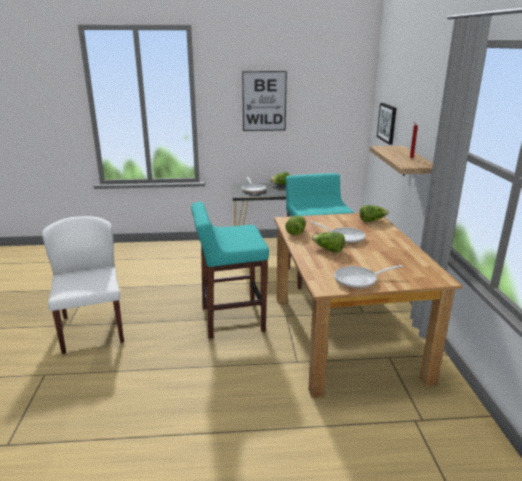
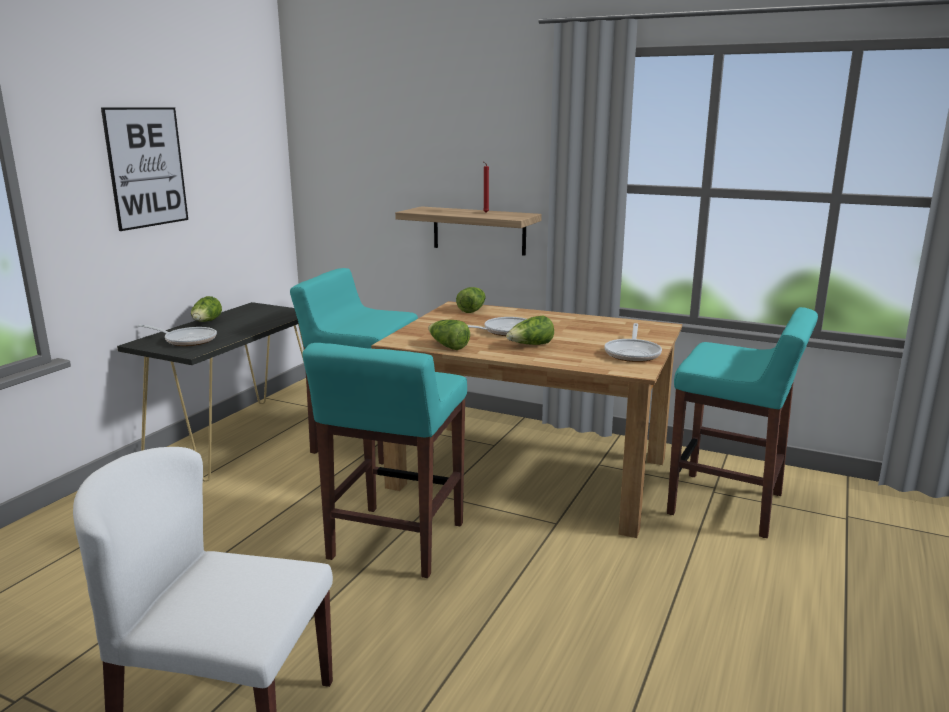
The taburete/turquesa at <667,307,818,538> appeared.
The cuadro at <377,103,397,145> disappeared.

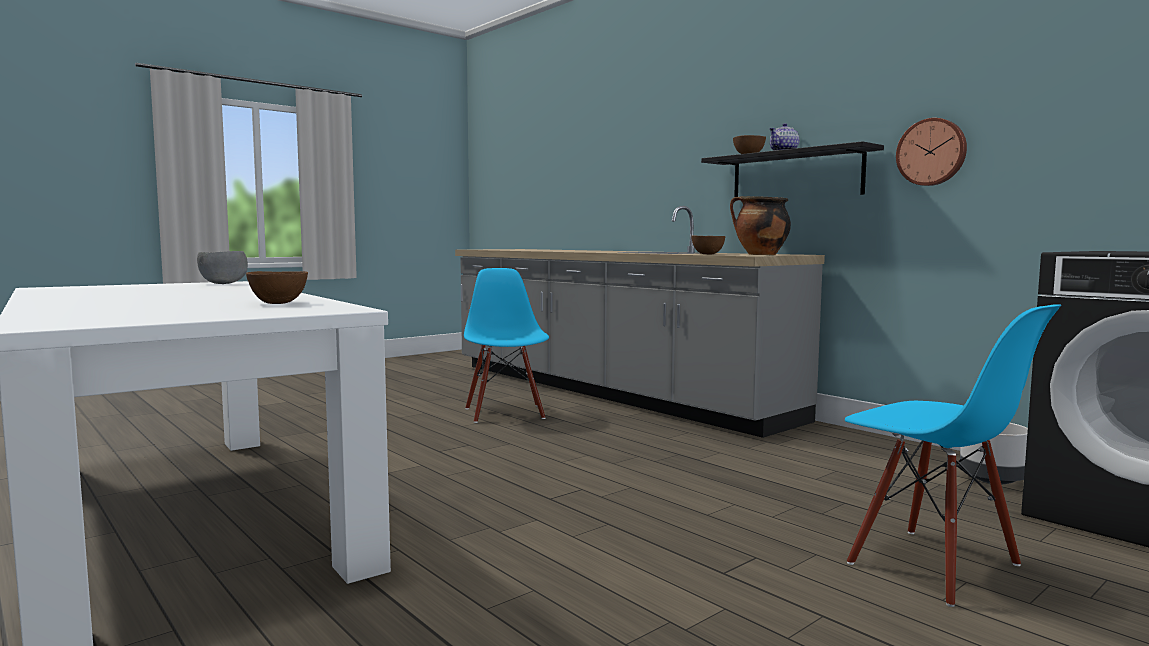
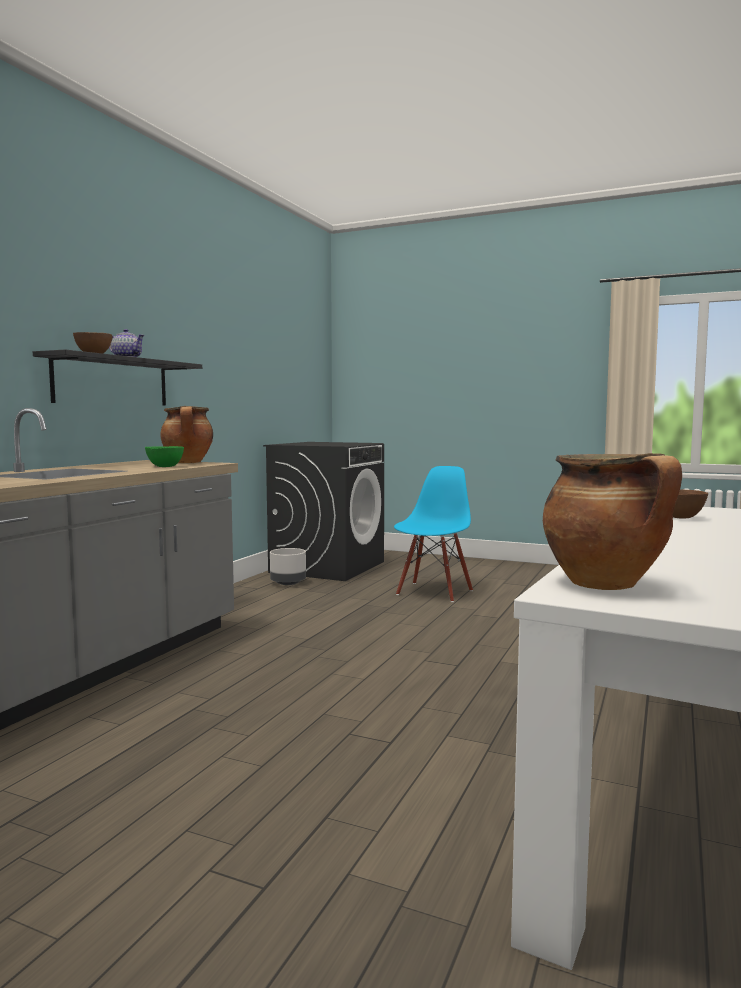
The cuenco/marrón at <691,236,725,254> became the cuenco/verde at <145,446,184,467>.
The cuenco/gris at <197,251,248,284> was replaced by the olla at <543,453,682,590>.
The silla/azul at <464,268,549,423> disappeared.
The reloj de pared at <896,118,967,186> disappeared.

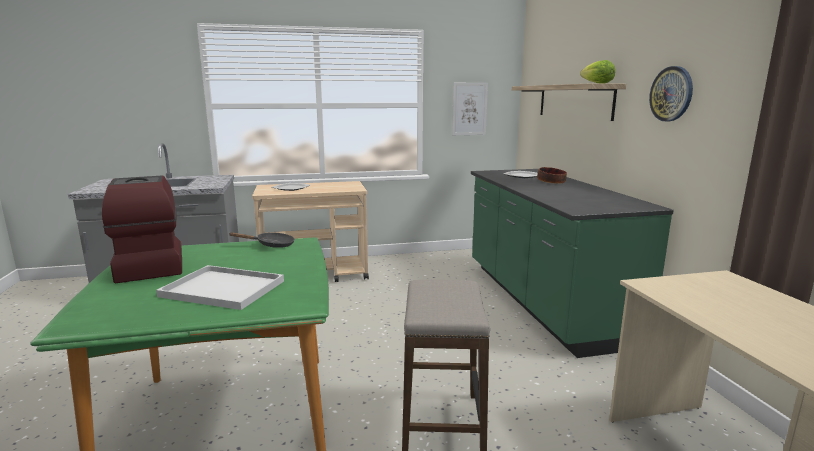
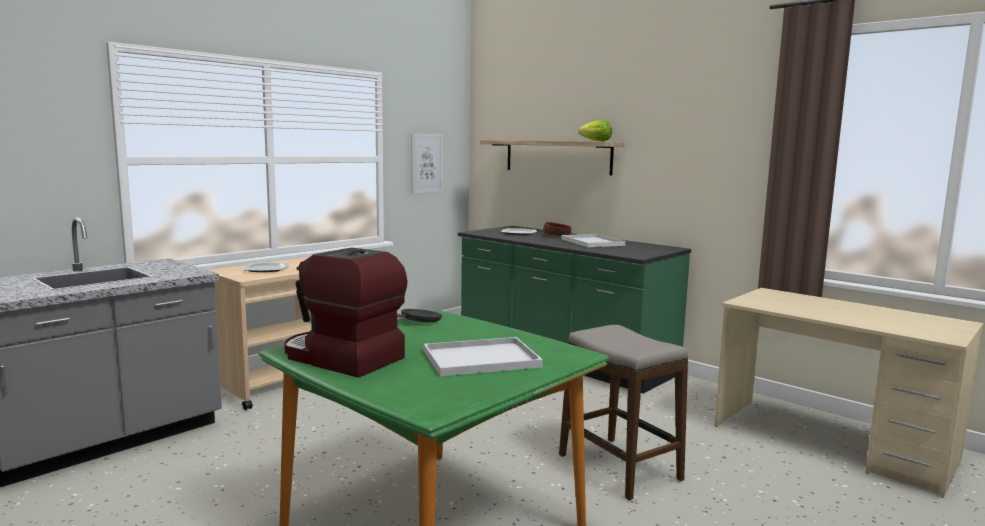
The bandeja/blanco at <561,234,625,247> appeared.
The reloj de pared at <649,66,693,121> disappeared.

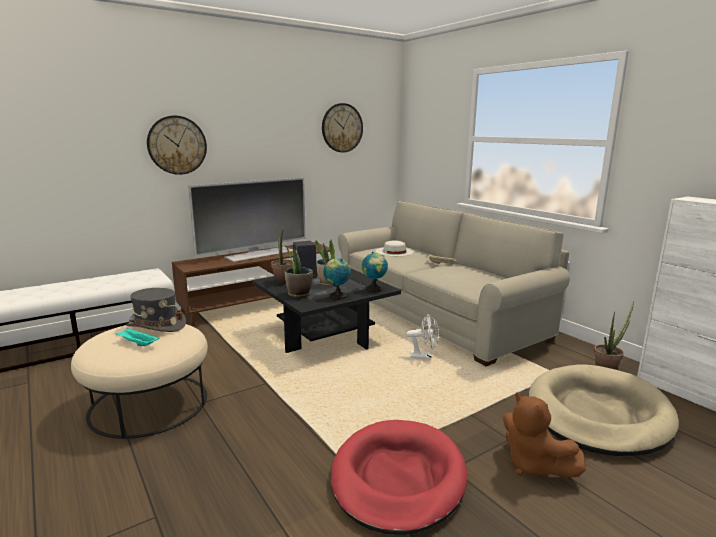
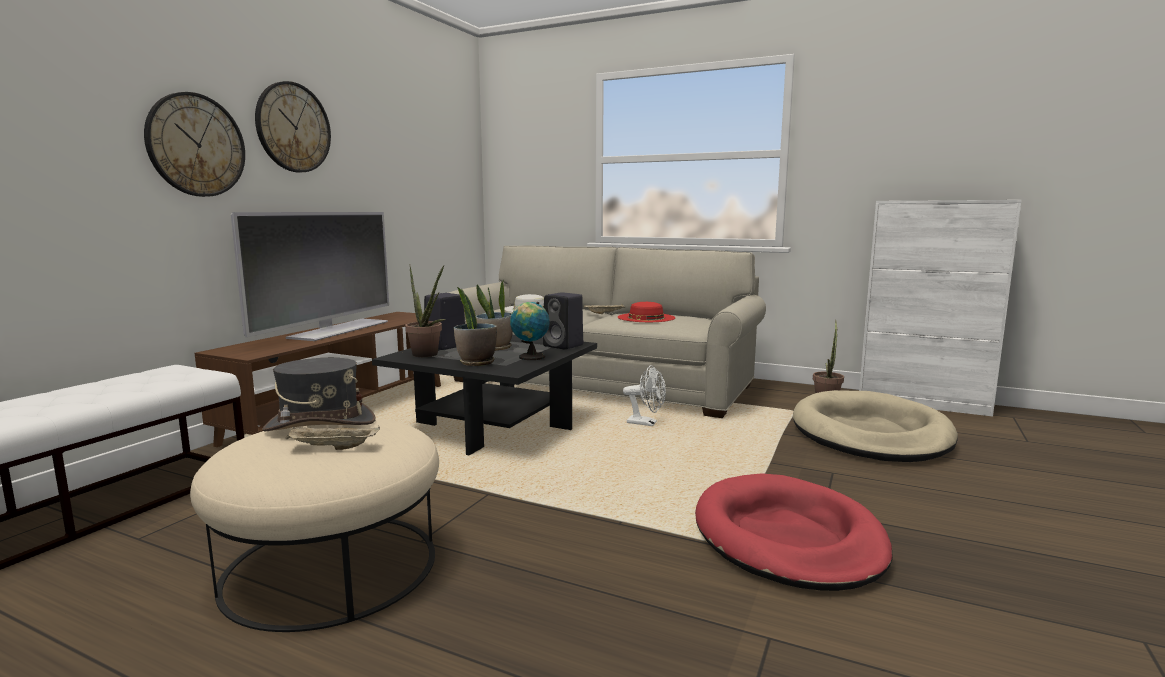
The reloj de pared moved from <322,103,363,152> to <255,81,331,172>.
The bandeja/turquesa at <116,328,160,346> became the bandeja/beis at <285,427,380,450>.
The globo terráqueo at <362,252,388,292> was replaced by the altavoz/negro at <543,292,583,350>.
The sombrero/rojo at <618,302,675,322> appeared.
The ventilador/blanco at <406,314,439,359> turned 45 degrees clockwise.
The peluche/marrón at <503,392,586,478> disappeared.

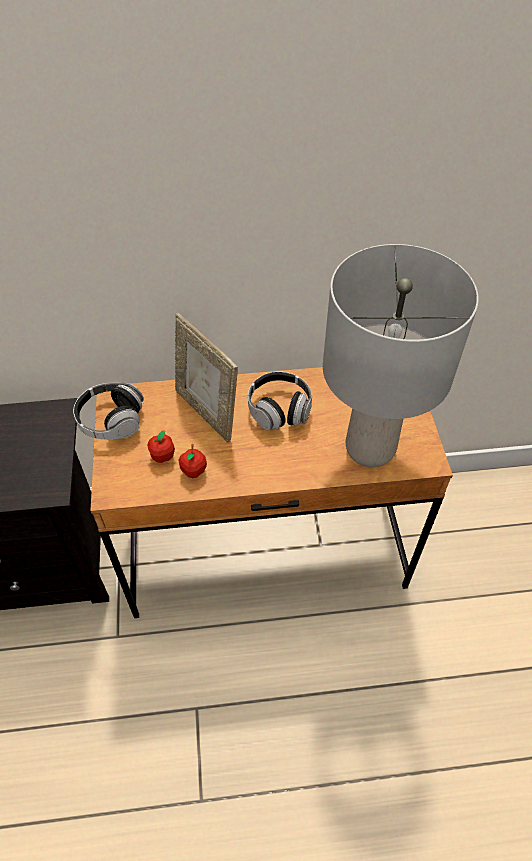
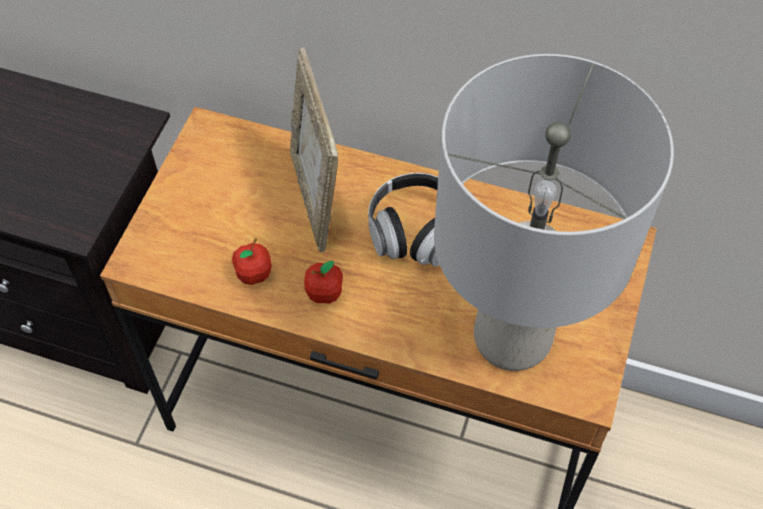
The manzana moved from <147,431,175,463> to <304,261,343,304>.
The auriculares at <73,382,144,440> disappeared.

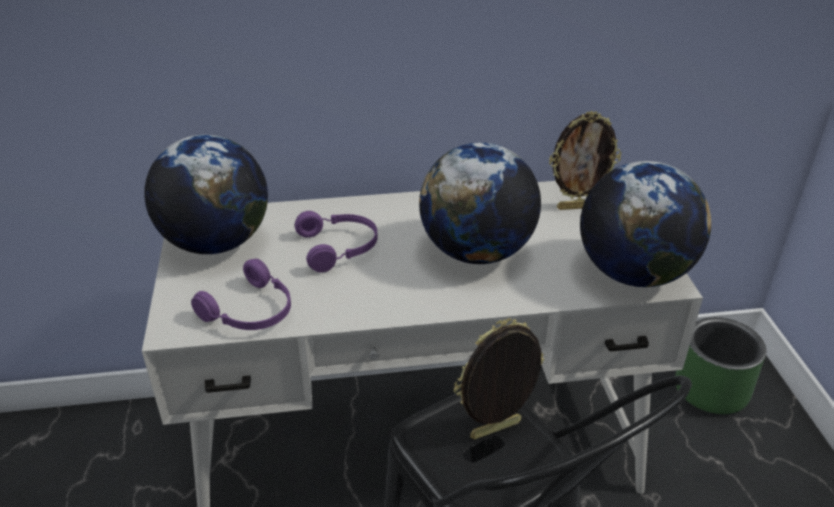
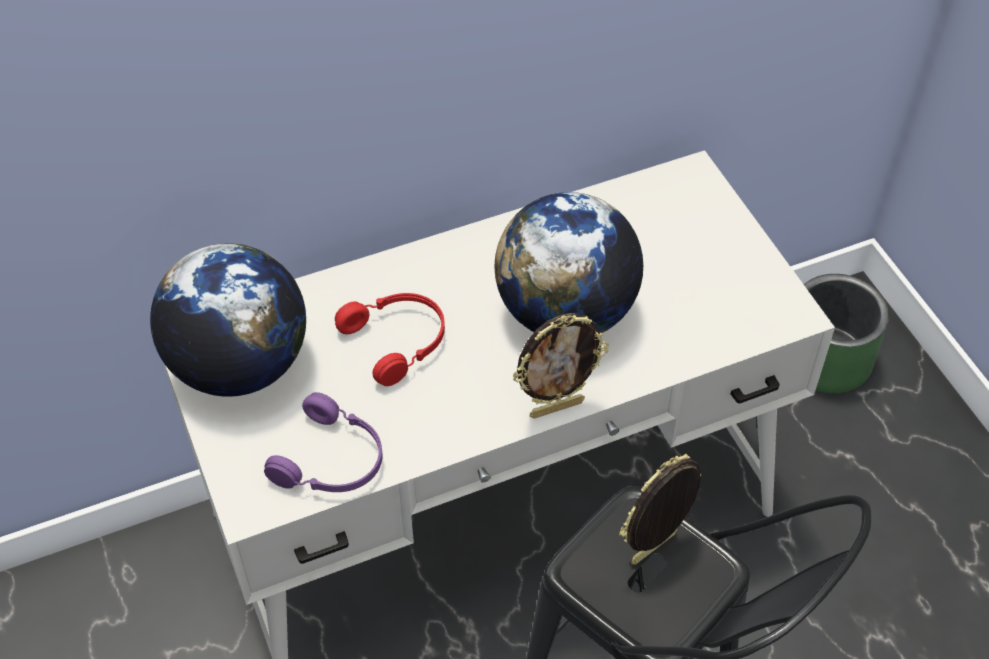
The auriculares/morado at <295,211,378,272> became the auriculares/rojo at <335,293,445,386>.
The portarretratos moved from <549,111,621,210> to <512,313,609,418>.
The globo terráqueo at <580,161,711,287> disappeared.

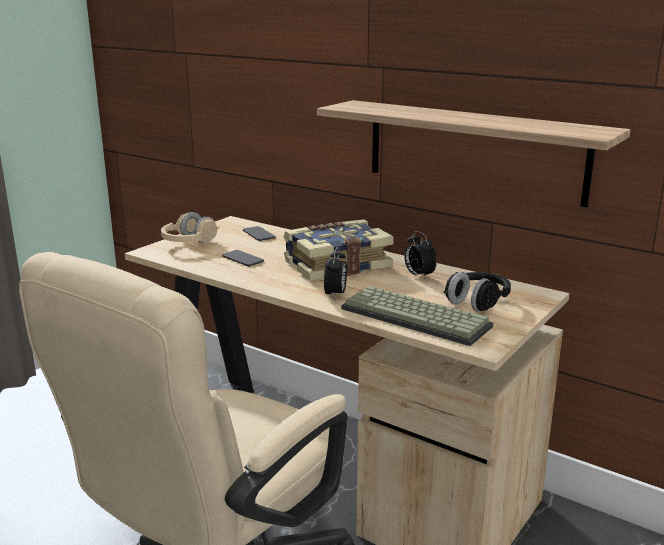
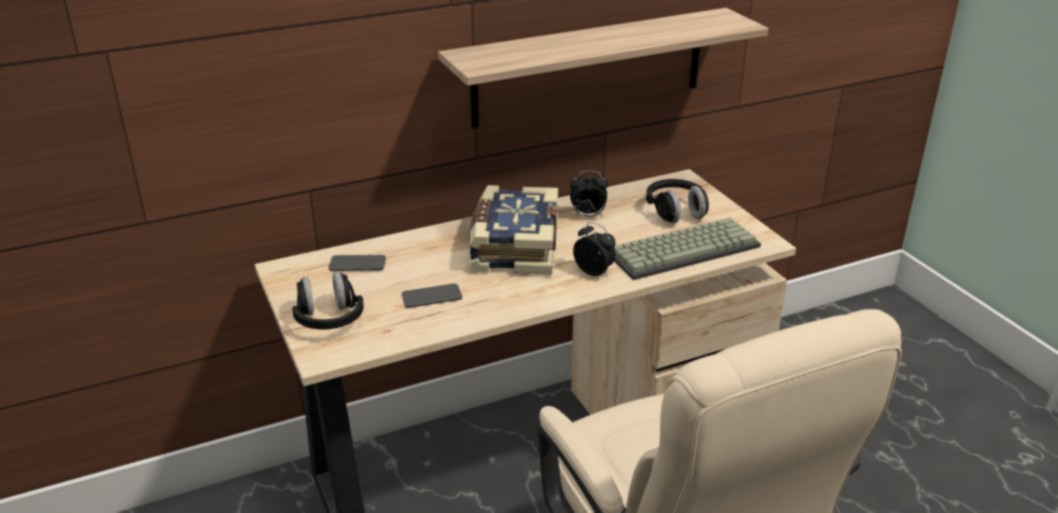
The auriculares/beis at <161,212,220,244> became the auriculares/negro at <292,272,364,330>.

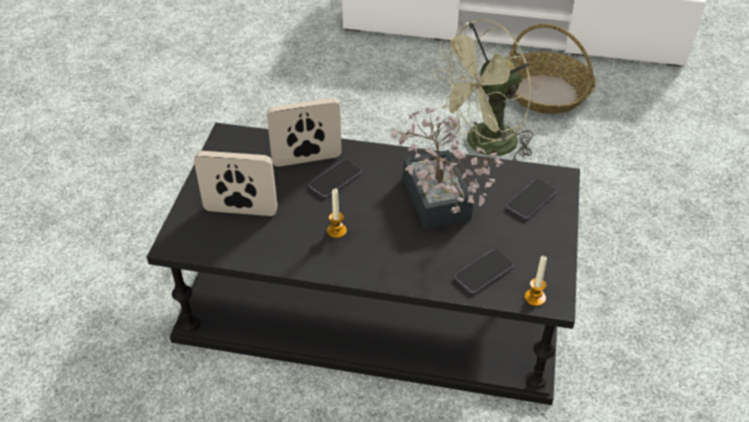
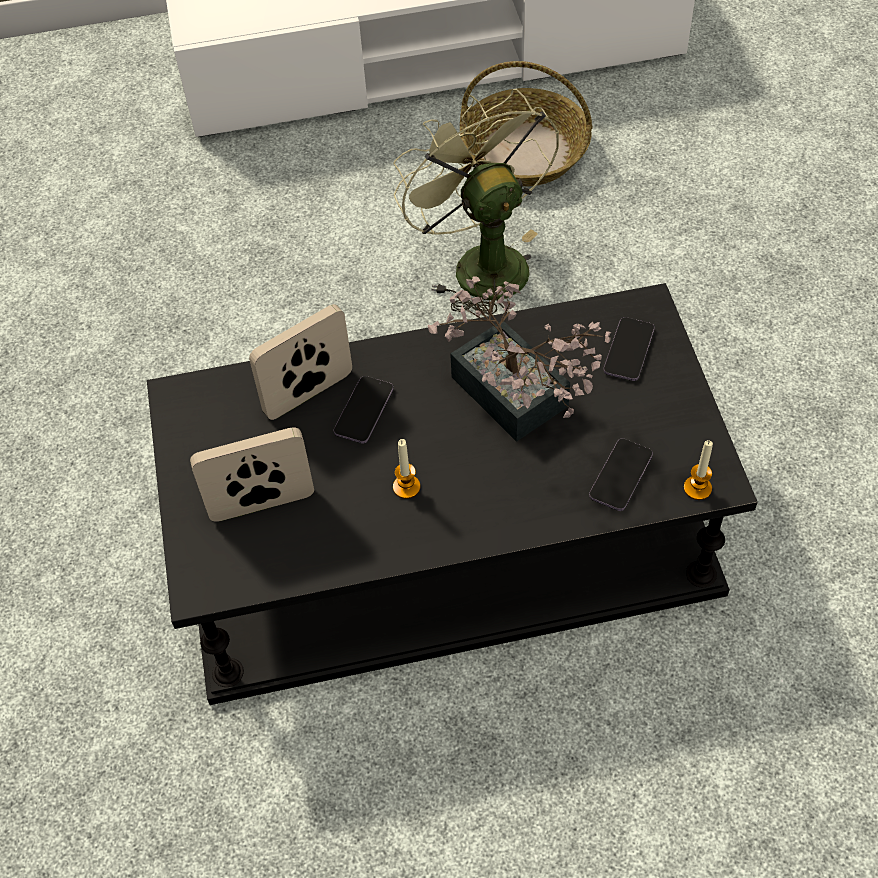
The ventilador/verde at <433,19,534,161> turned 120 degrees clockwise.

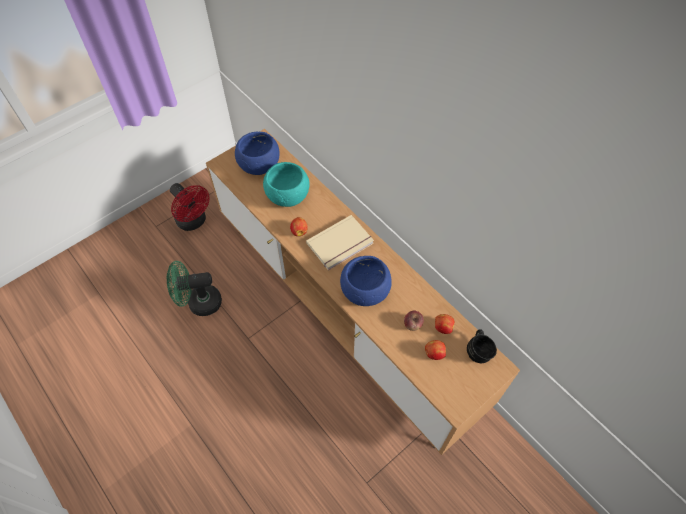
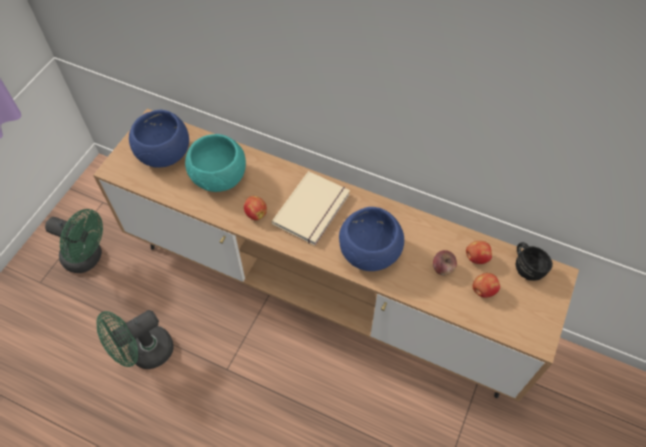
The ventilador/rojo at <170,183,209,231> became the ventilador/verde at <45,209,103,273>.

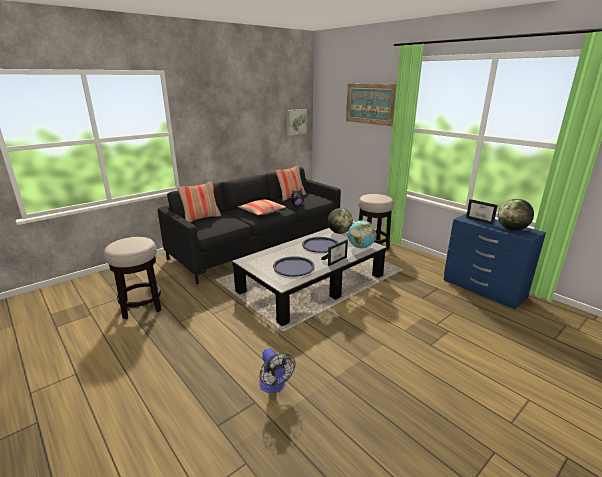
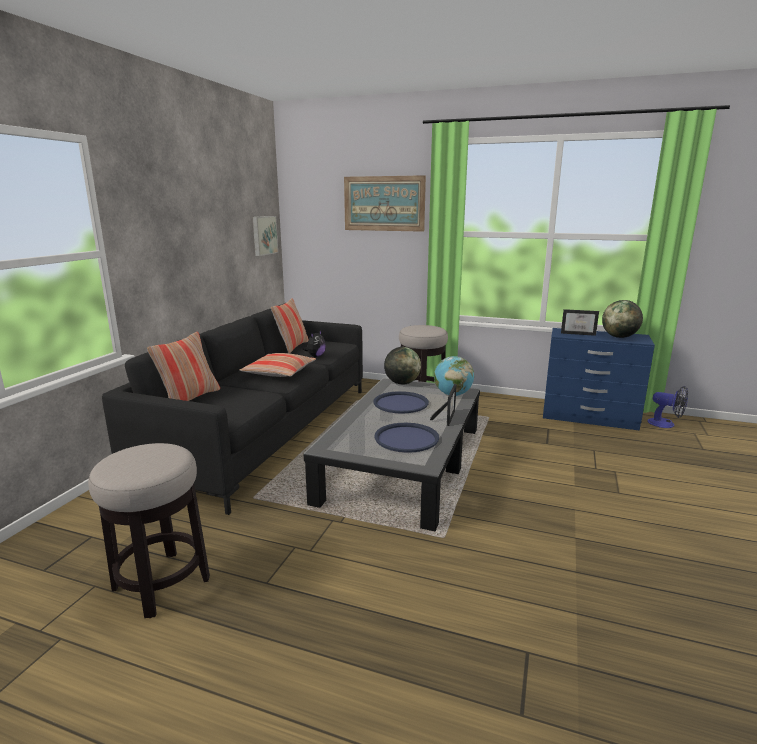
The ventilador moved from <259,348,295,393> to <647,386,688,428>.

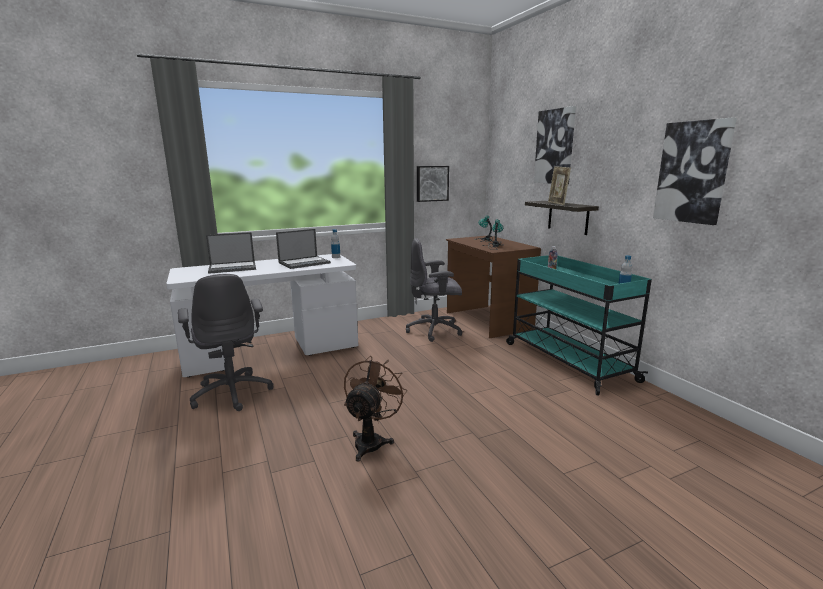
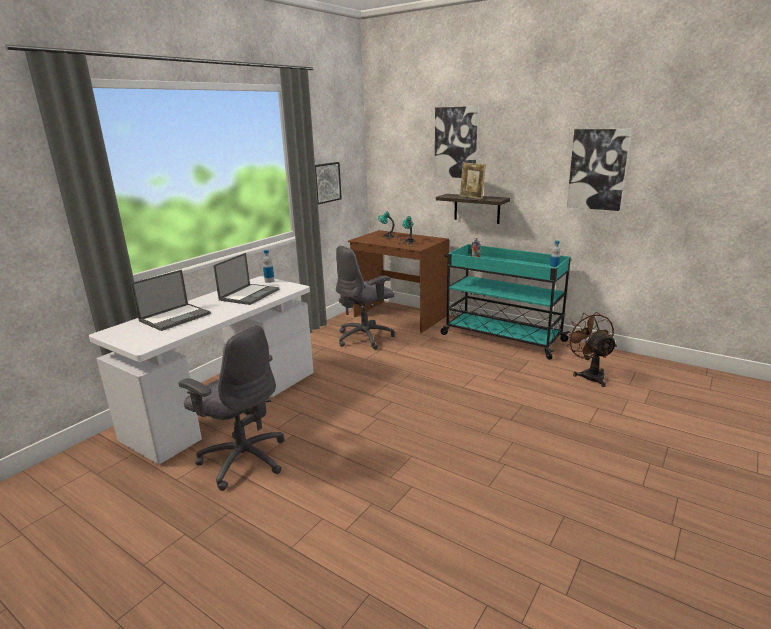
The ventilador/marrón moved from <344,356,407,462> to <565,312,617,387>.

